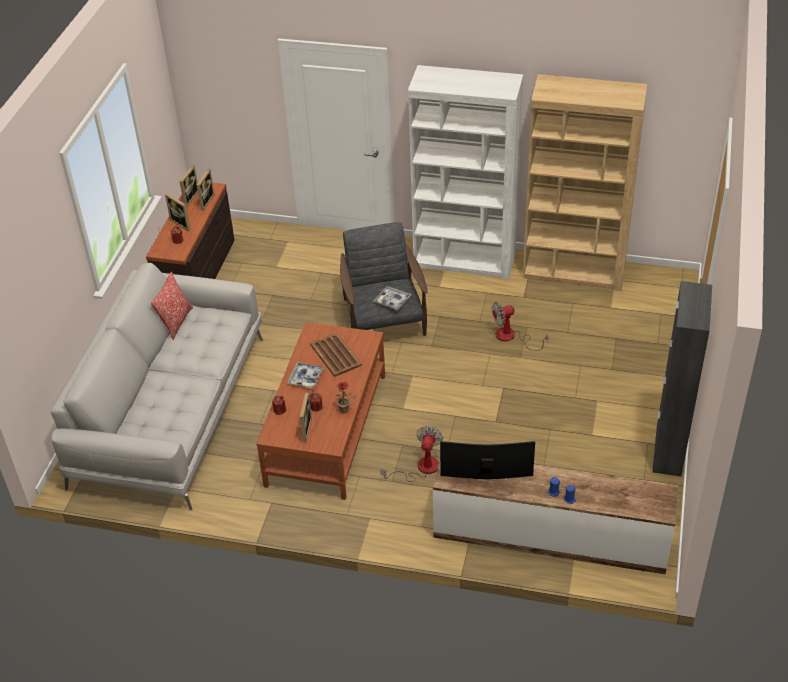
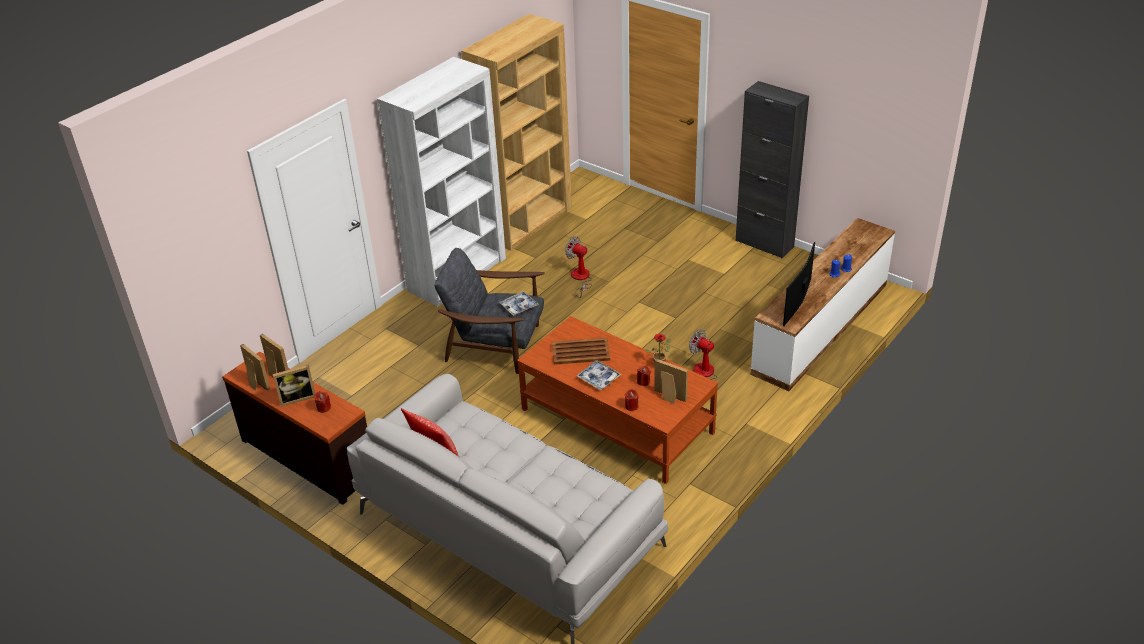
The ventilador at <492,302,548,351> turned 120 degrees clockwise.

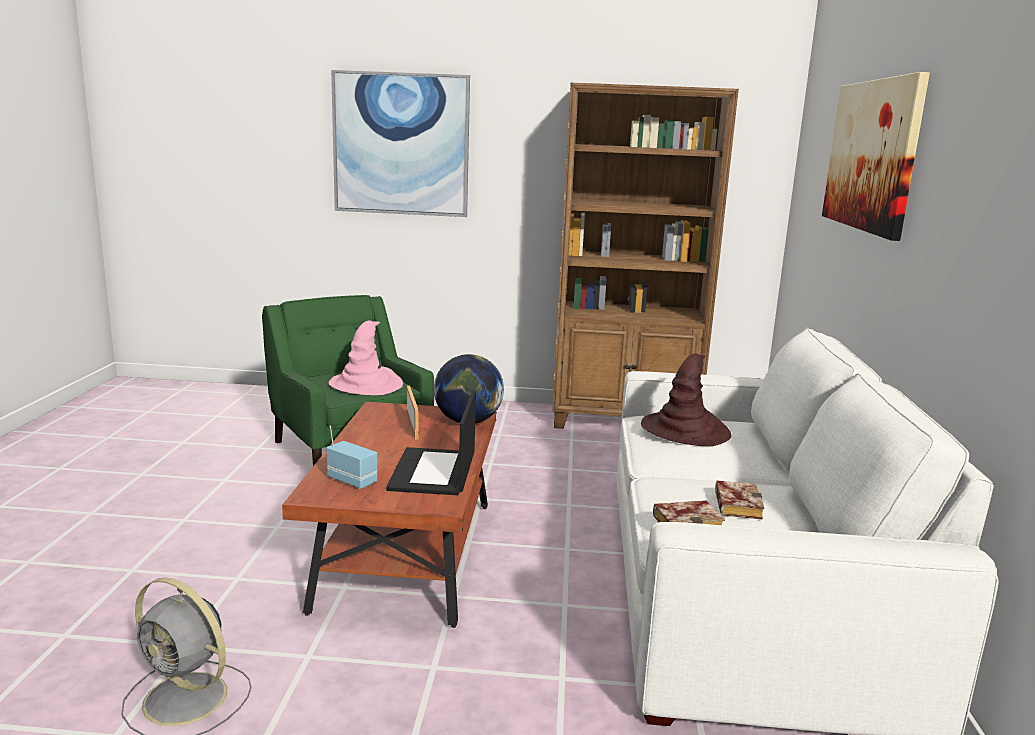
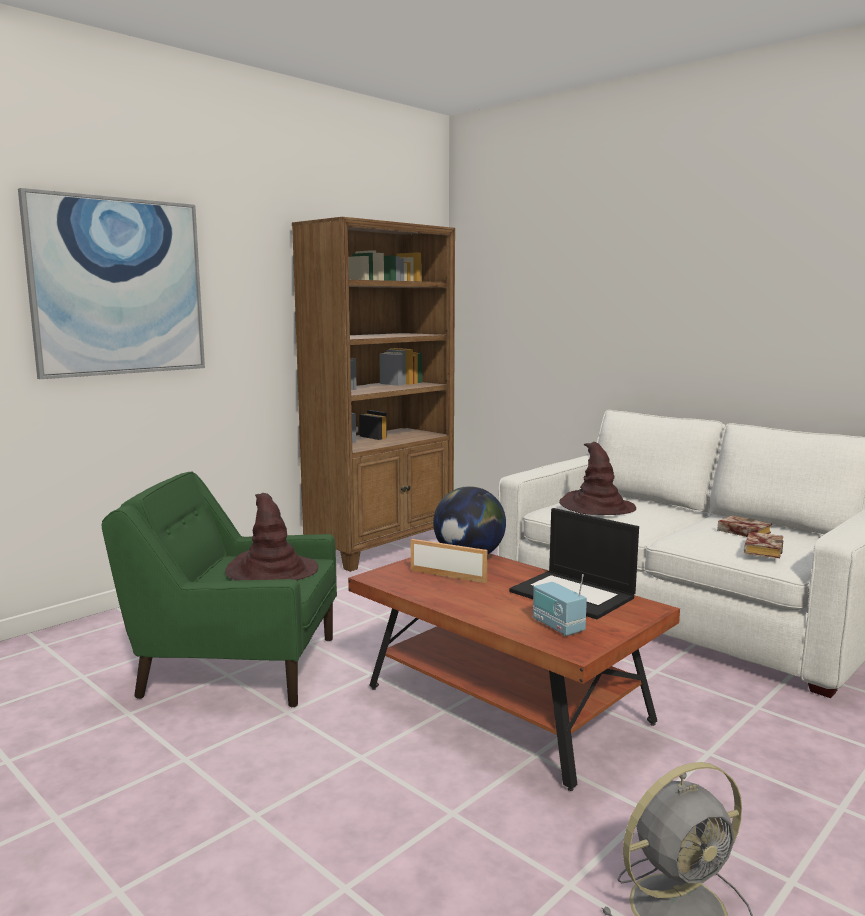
The sombrero/rosa at <329,320,403,395> became the sombrero/marrón at <225,493,318,581>.
The radio at <327,425,377,489> turned 105 degrees counterclockwise.
The cuadro at <822,72,930,241> disappeared.

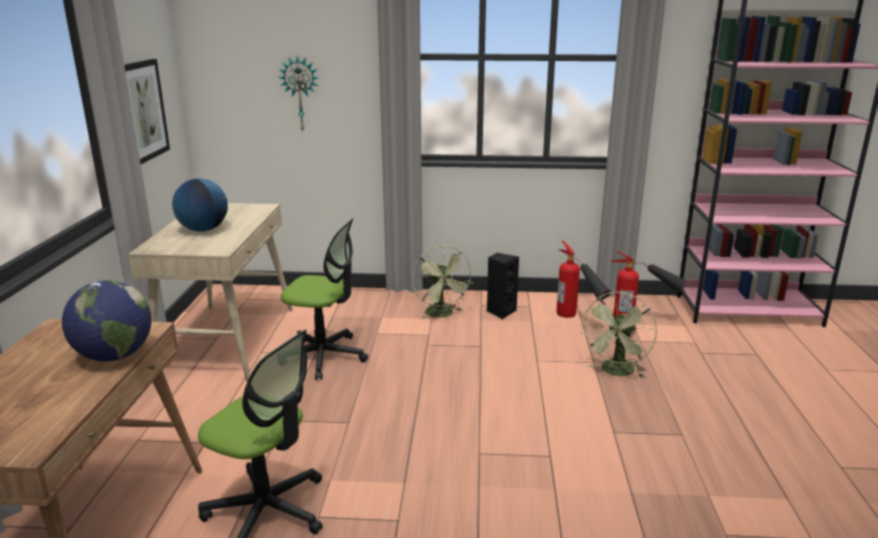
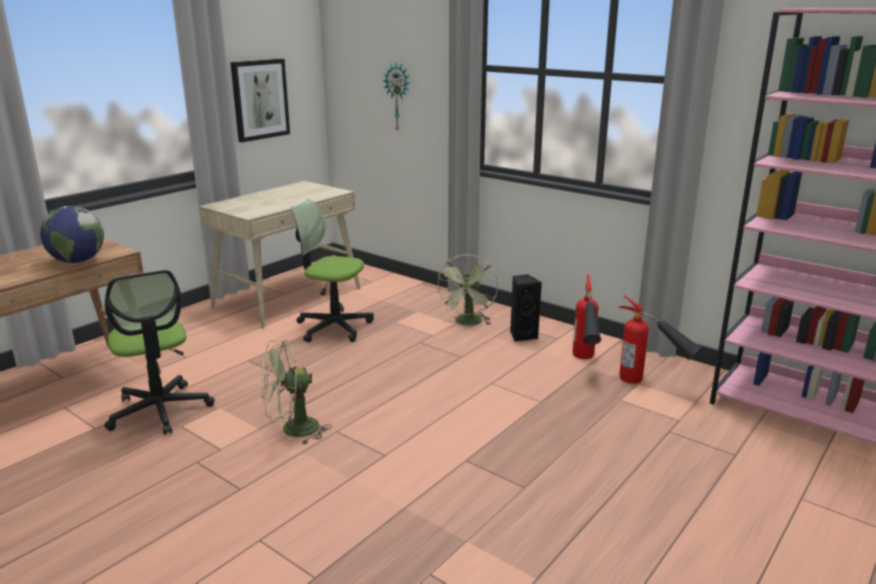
The ventilador/verde moved from <581,292,657,378> to <261,340,332,445>.
The silla de oficina at <281,218,368,380> turned 150 degrees clockwise.
The globo terráqueo at <172,178,228,232> disappeared.

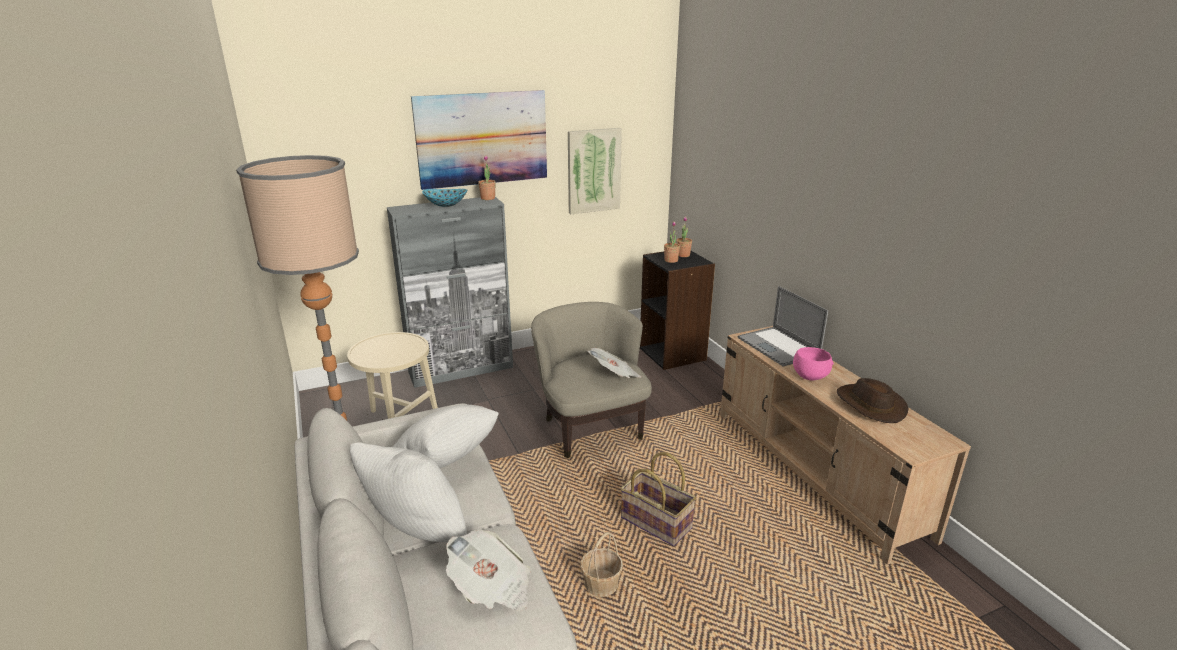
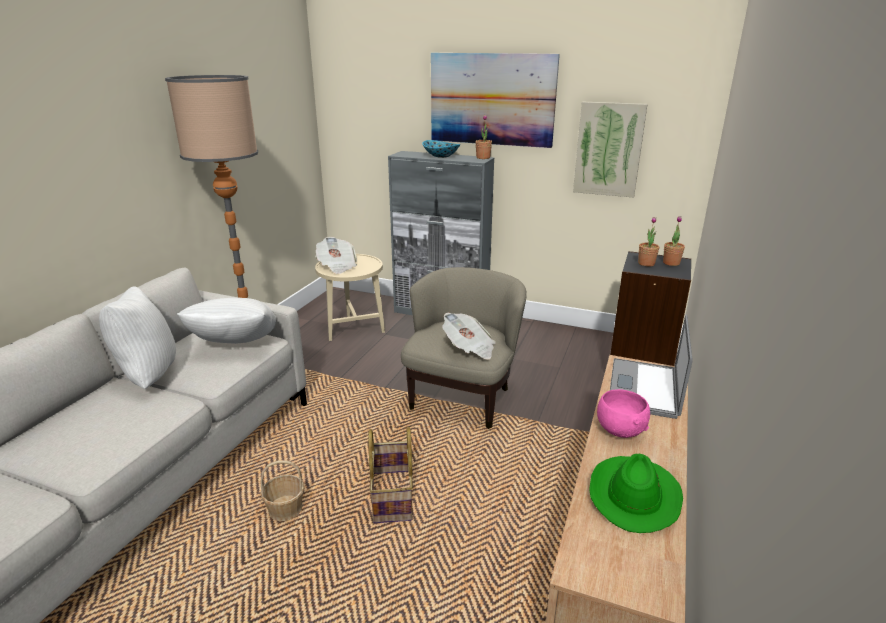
The periódico moved from <446,530,531,611> to <316,237,357,274>.
The sombrero/marrón at <837,378,909,423> became the sombrero/verde at <589,454,683,533>.

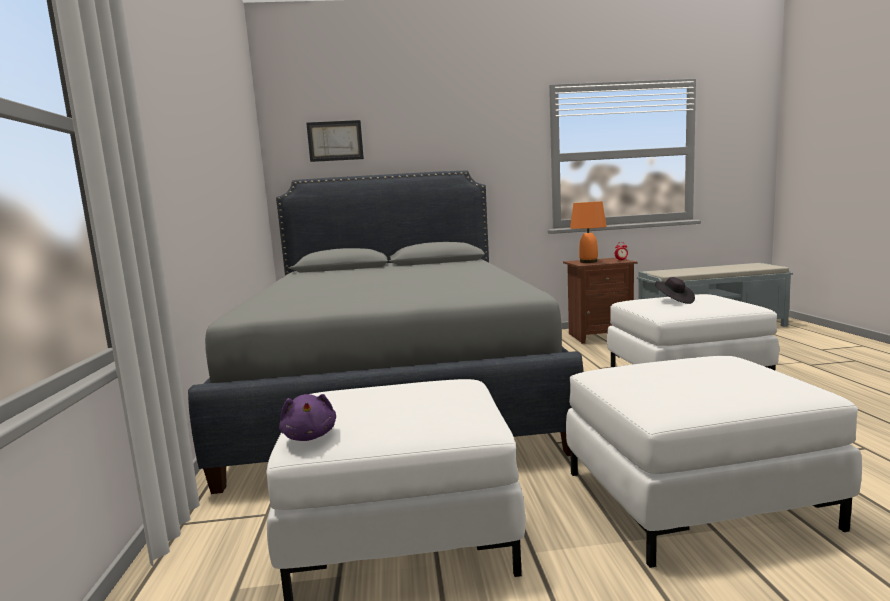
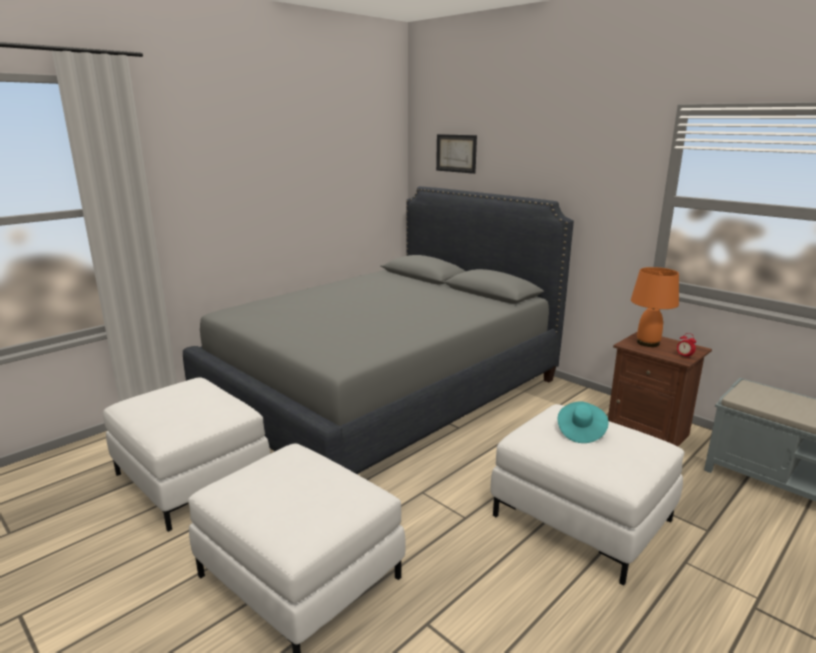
The sombrero/negro at <655,277,695,304> became the sombrero/turquesa at <558,401,609,443>.
The peluche/morado at <279,394,336,441> disappeared.

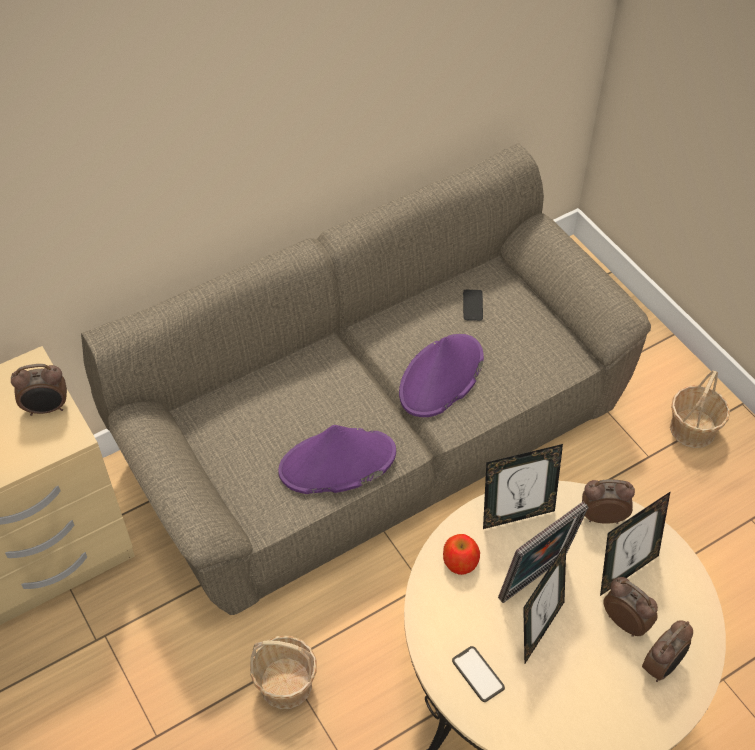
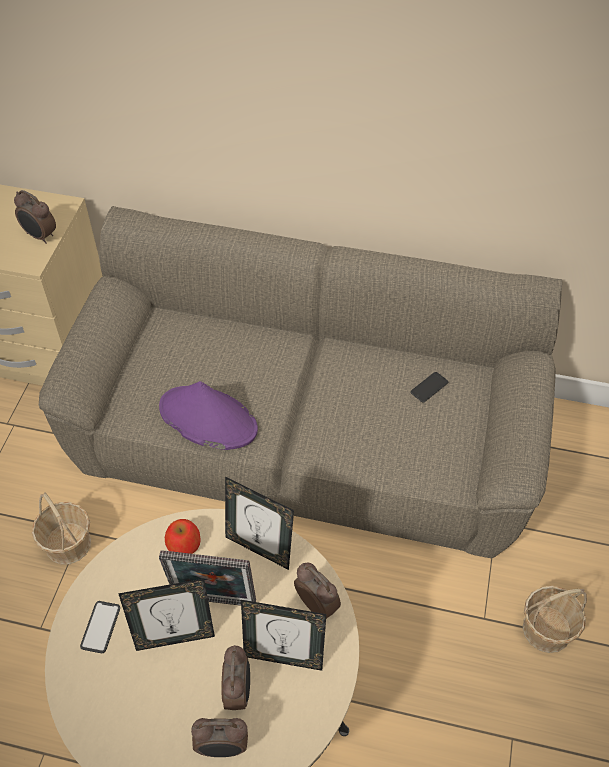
The sombrero/morado at <399,334,484,417> disappeared.

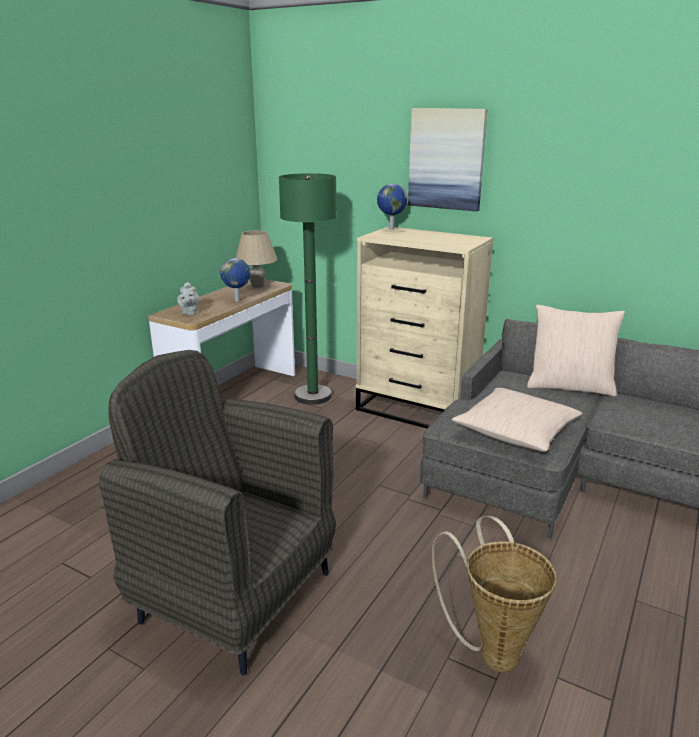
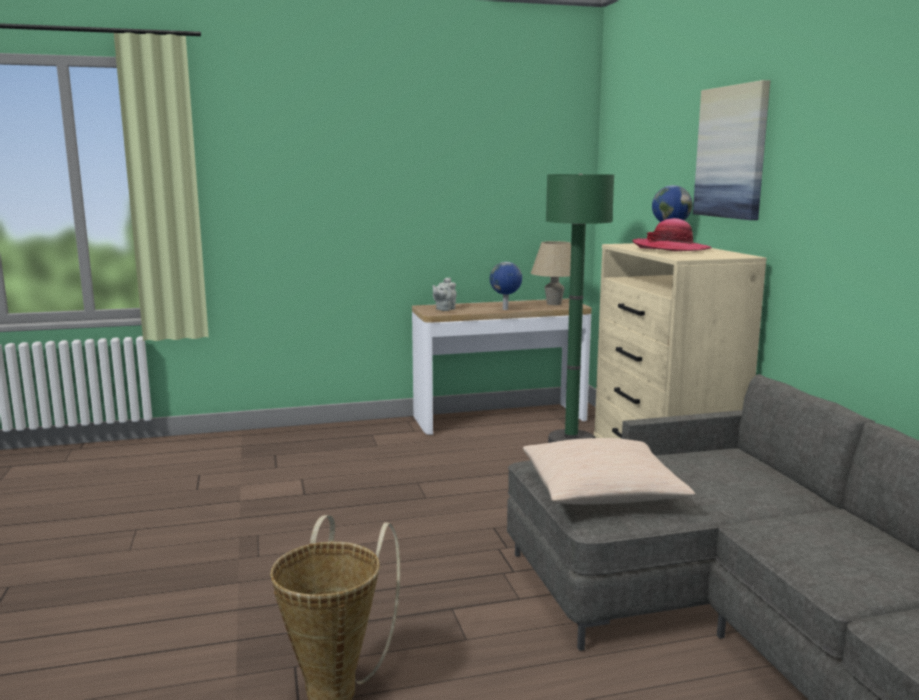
The sombrero at <632,218,712,251> appeared.
The sillón/gris at <99,350,336,676> disappeared.
The cojín/beis at <527,305,625,397> disappeared.

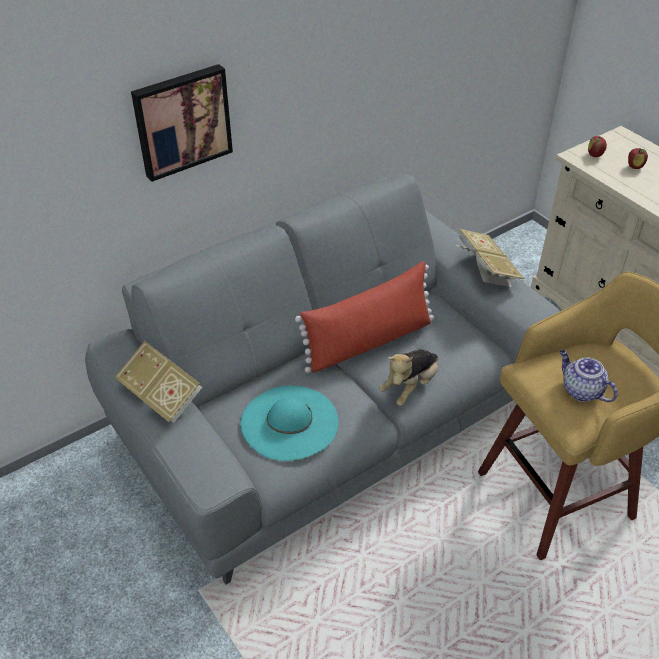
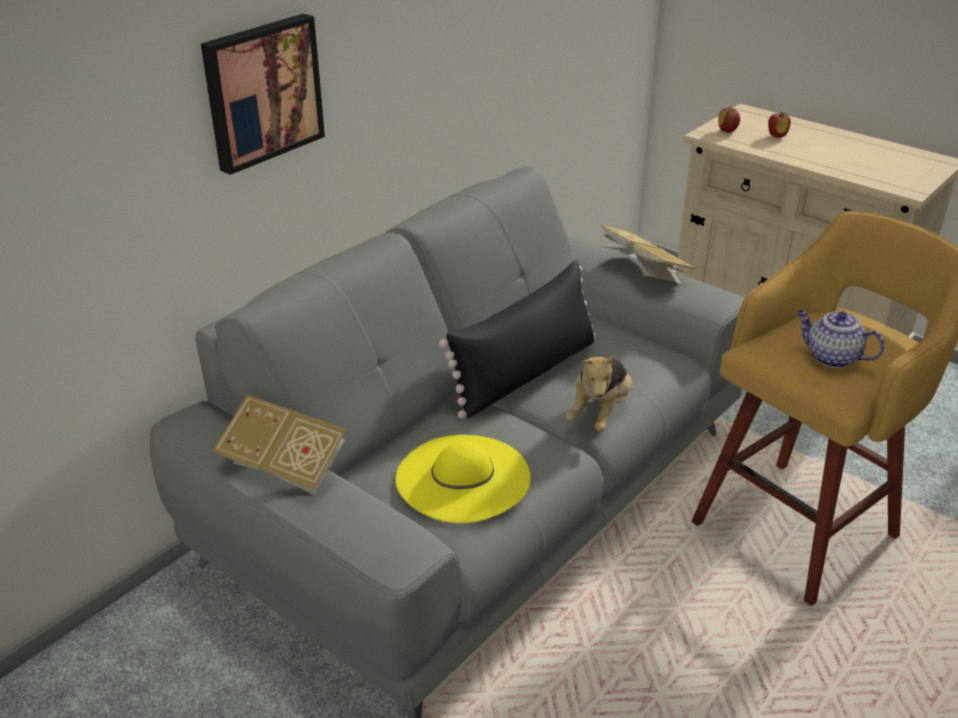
The sombrero/turquesa at <241,385,339,461> became the sombrero/amarillo at <395,435,531,523>.
The cojín/rojo at <295,261,434,373> became the cojín/negro at <439,260,596,419>.

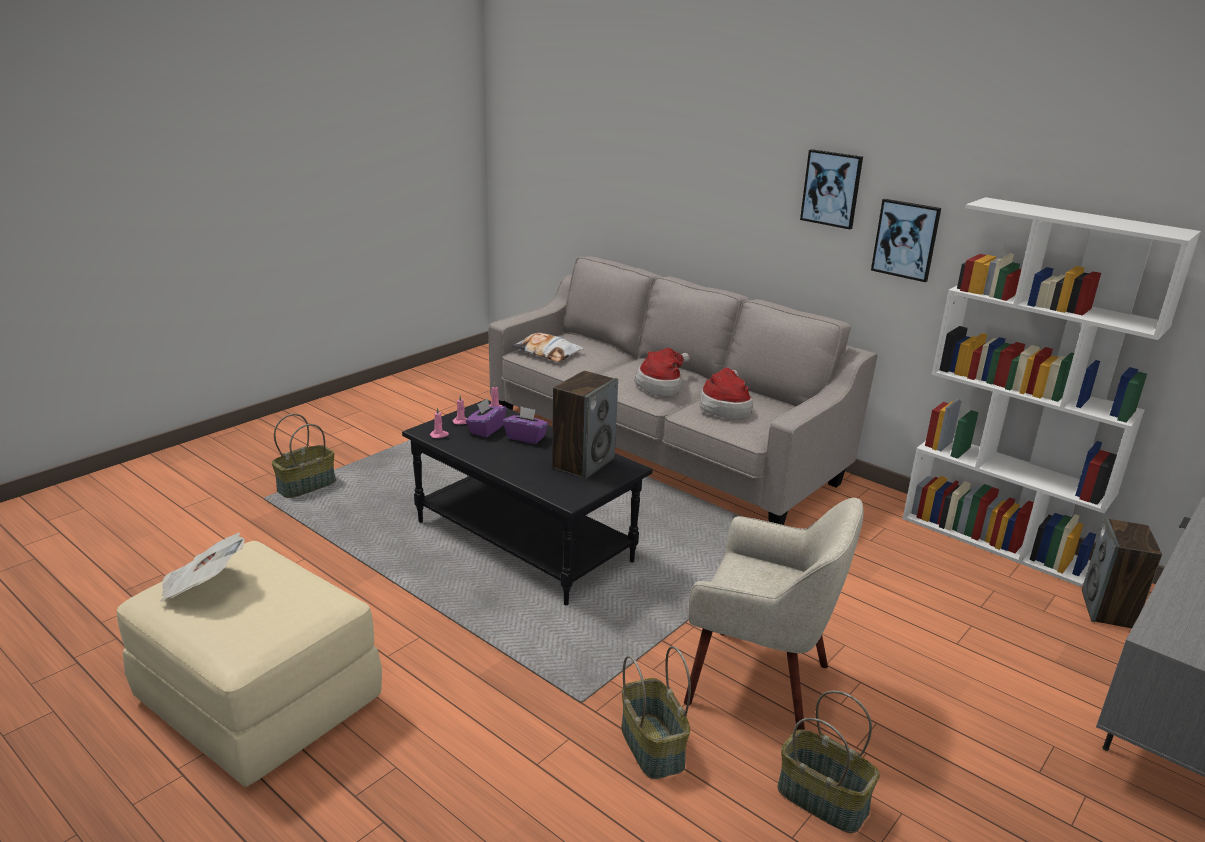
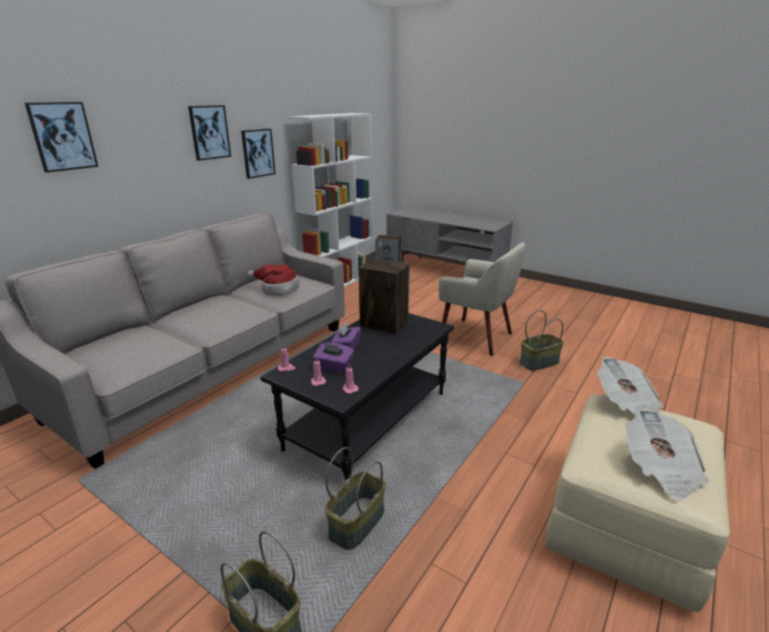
The cuadro at <25,102,98,173> appeared.
The cesta moved from <778,690,880,833> to <325,447,386,550>.
The sillón/beis at <684,498,864,730> turned 105 degrees clockwise.
The periódico at <597,357,664,416> appeared.
The cojín at <512,333,584,362> disappeared.
The sombrero at <634,348,690,397> disappeared.

